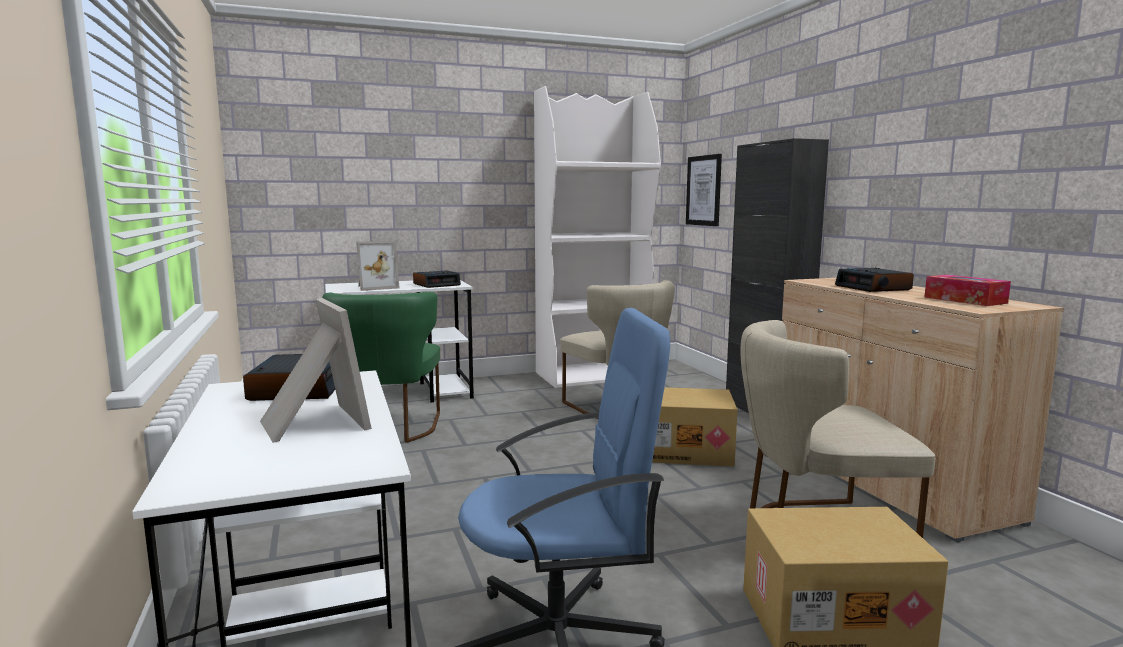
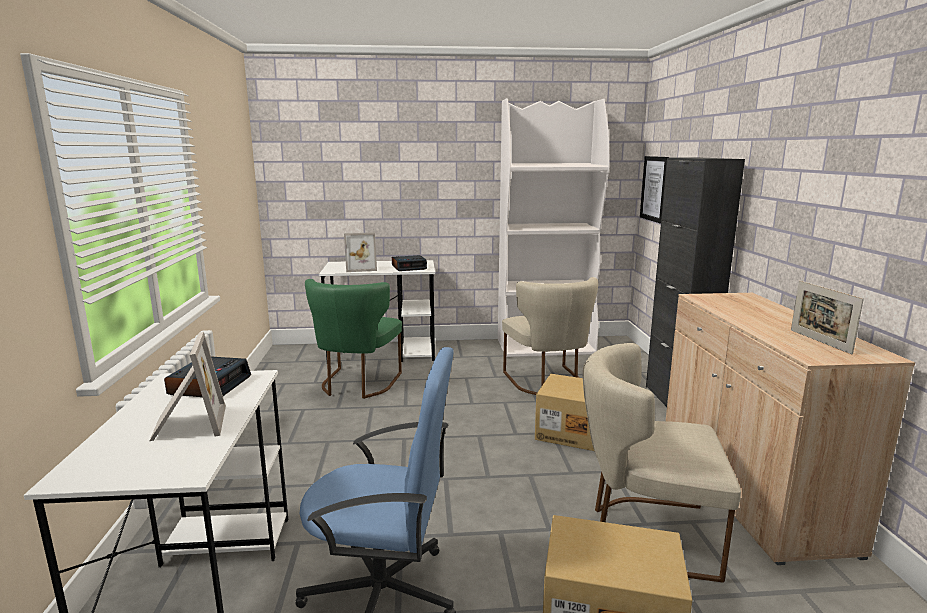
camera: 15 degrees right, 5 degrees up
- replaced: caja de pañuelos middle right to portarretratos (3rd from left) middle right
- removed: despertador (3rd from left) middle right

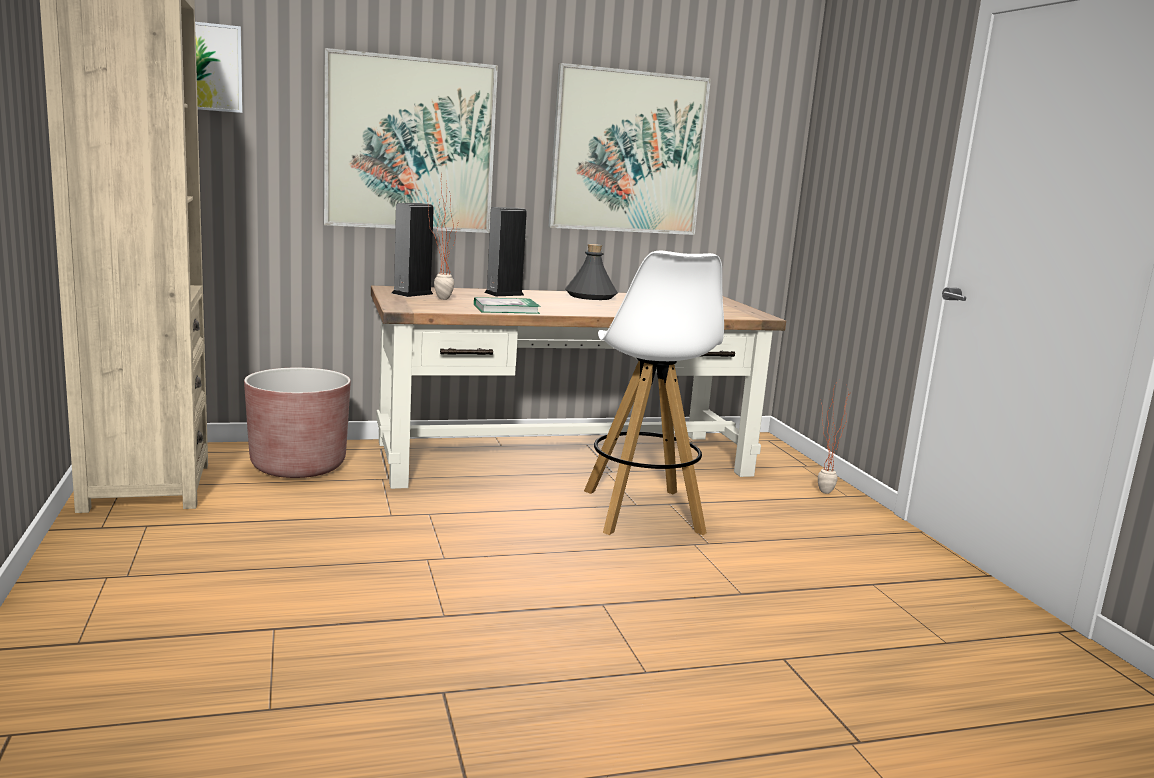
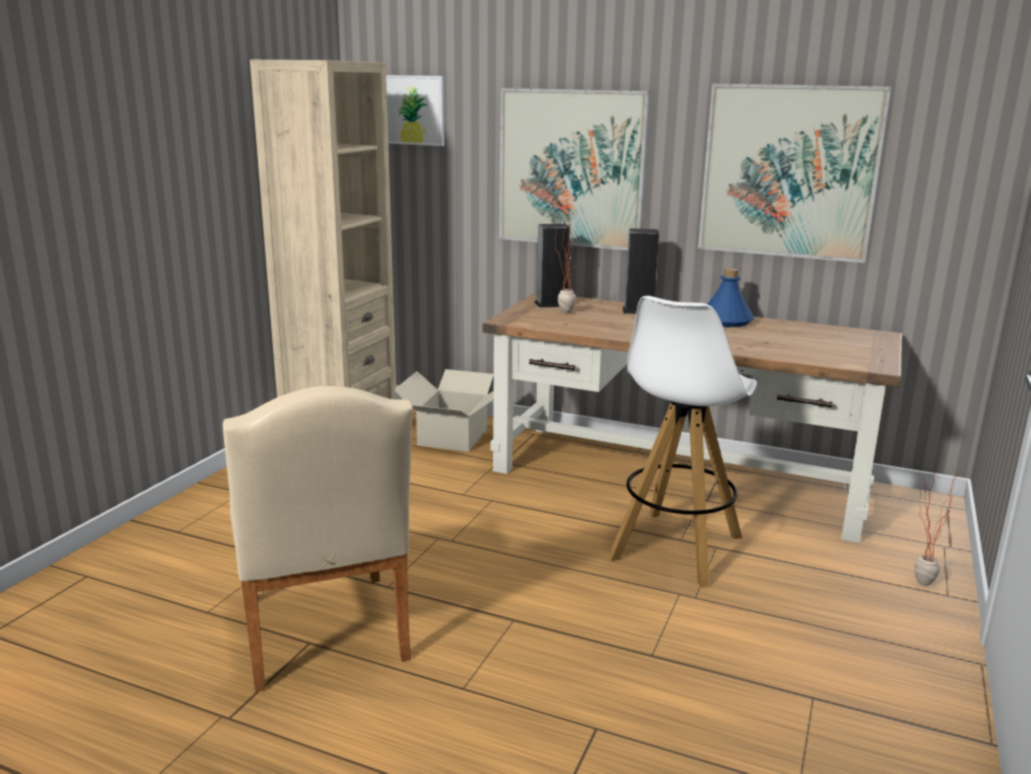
camera: 40 degrees right, 5 degrees up
- added: silla [beis] bottom left
- replaced: maceta [marrón] middle left to caja de cartón centre
- recoloured: botella [gris] centre to botella [azul] middle right
- removed: libro centre

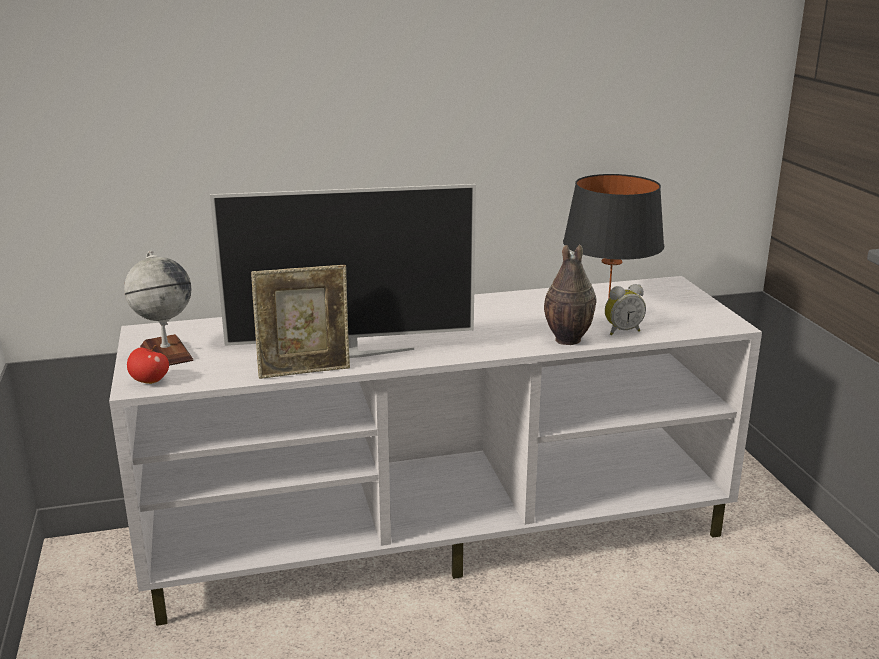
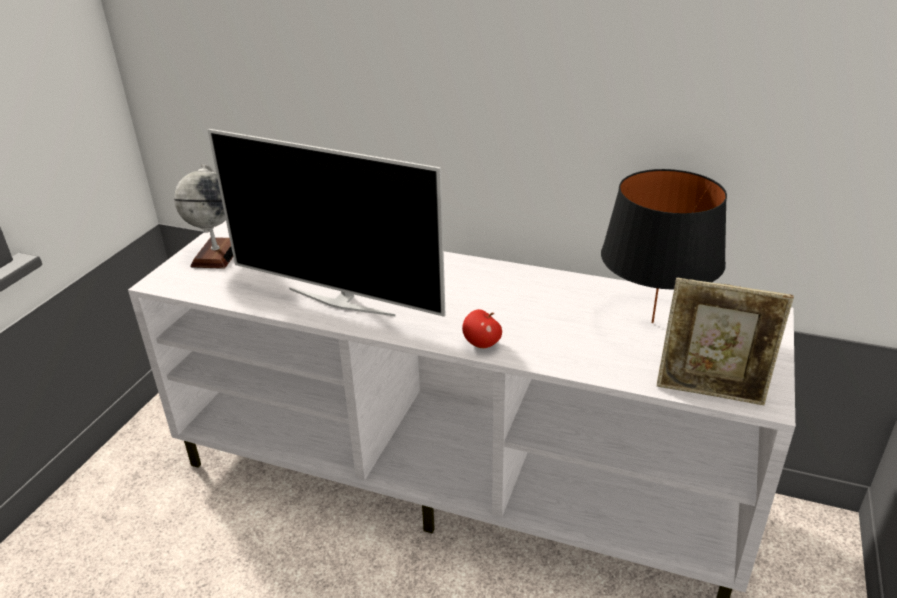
camera: 35 degrees right, 10 degrees up
- moved: manzana middle left to centre
- moved: portarretratos centre to middle right
- removed: florero centre
- removed: despertador middle right

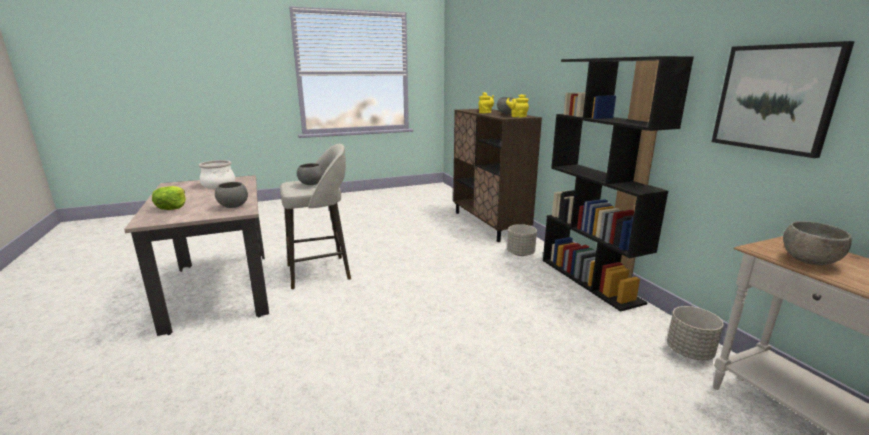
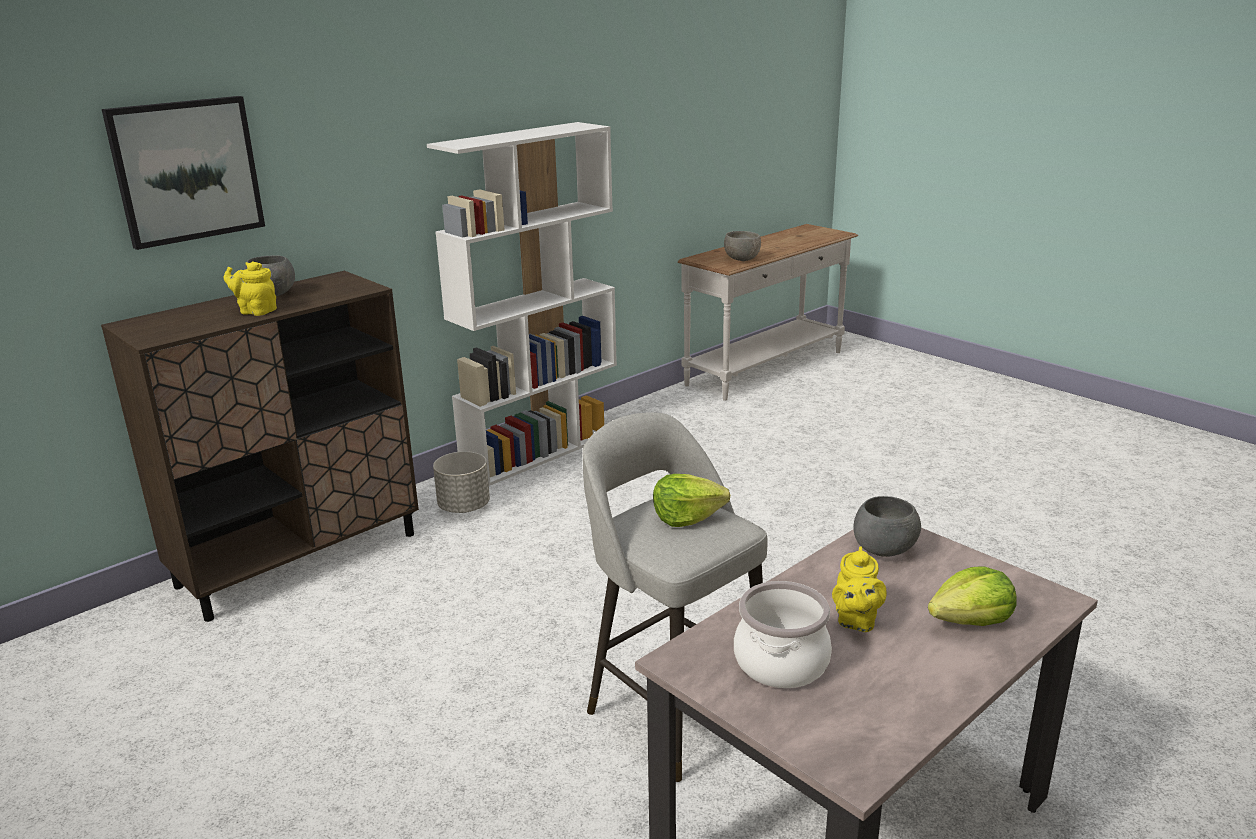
camera: 110 degrees left, 5 degrees up
- moved: cuadro top right to top left
- recoloured: estantería [negro] middle right to estantería [blanco] centre
- replaced: cuenco [gris] (2nd from left) centre to lechuga (1st from left) centre
- moved: tetera [amarillo] (2nd from left) top centre to bottom right
- removed: maceta [gris] (2nd from left) bottom right

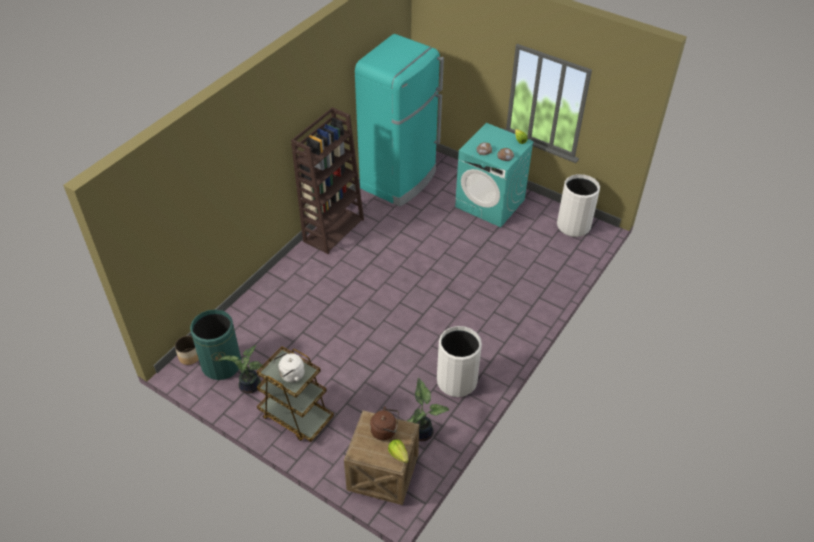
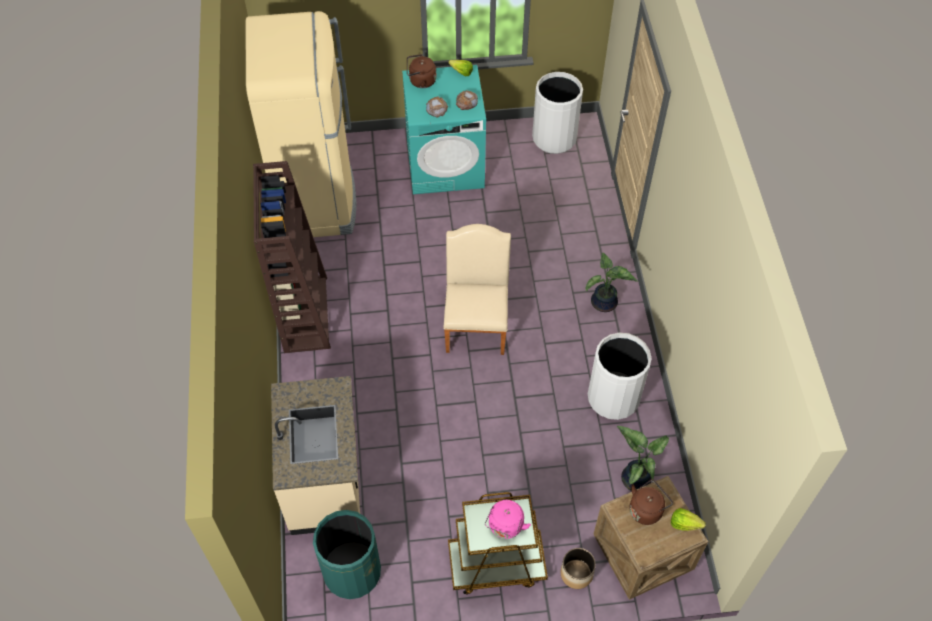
camera: 40 degrees left, 10 degrees up
- recoloured: nevera [turquesa] top centre to nevera [beis] top left
- added: mueble bajo de cocina [beis] bottom centre
- added: hervidor [marrón] (1st from left) top centre
- added: silla [beis] centre
- recoloured: hervidor [blanco] bottom centre to hervidor [rosa] bottom centre
- moved: maceta middle left to bottom centre
- moved: planta en maceta (1st from left) bottom left to centre

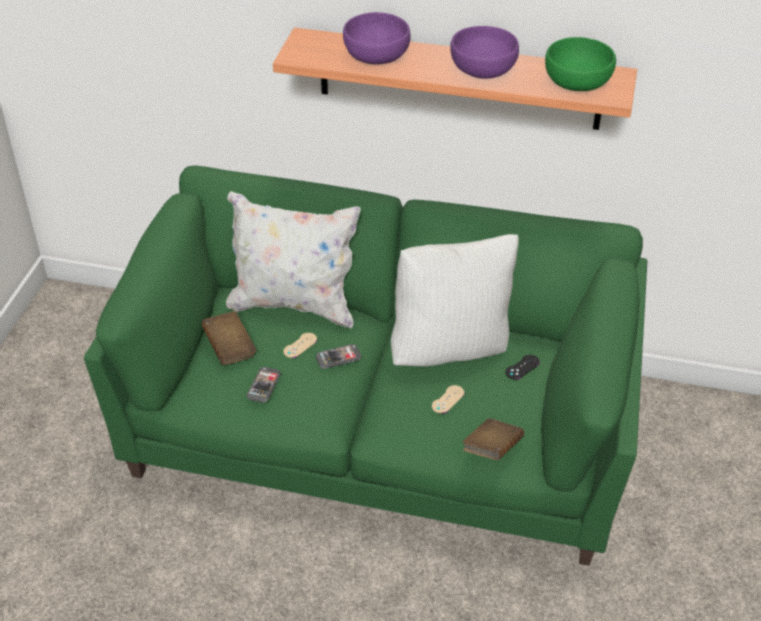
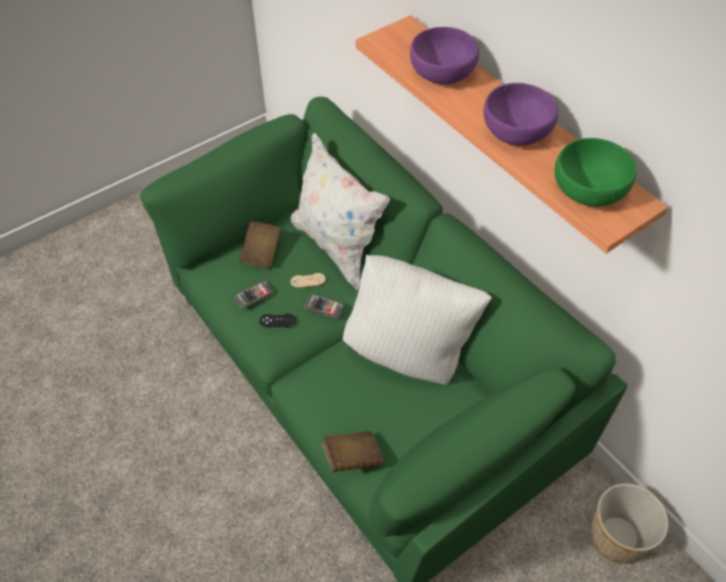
camera: 40 degrees right, 10 degrees up
- moved: mando de consola [negro] middle right to centre
- added: maceta bottom right
- removed: mando de consola [beis] (2nd from left) centre

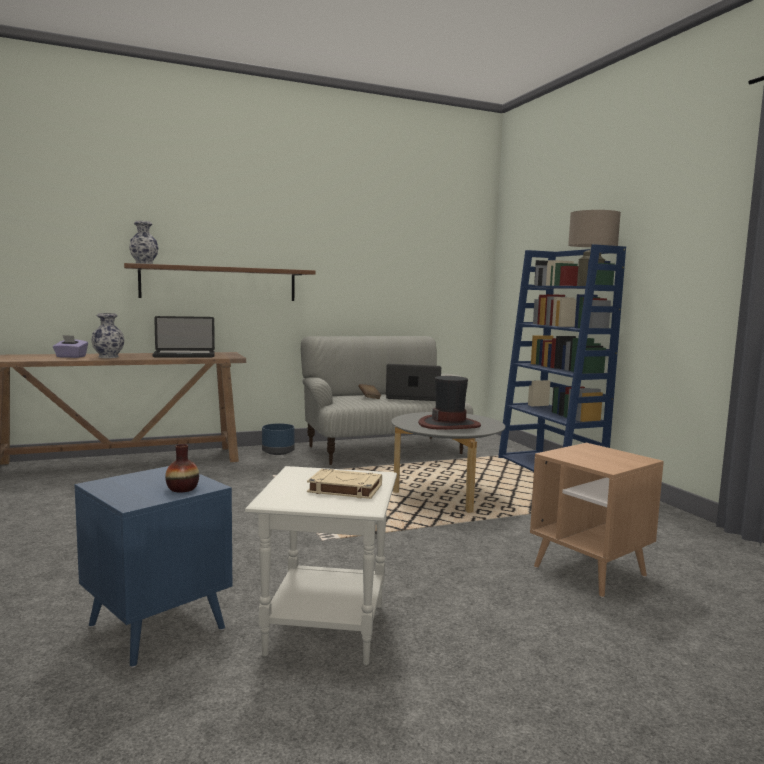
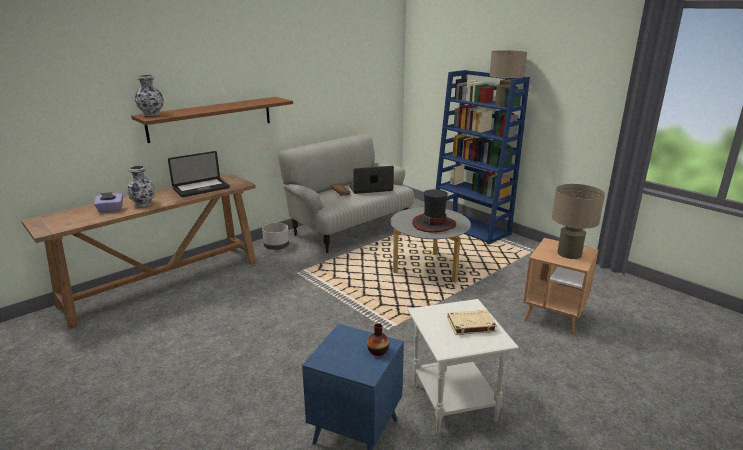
camera: 20 degrees left, 15 degrees up
- recoloured: maceta [azul] centre to maceta [gris] centre
- added: lámpara de mesa [beis] (2nd from left) middle right

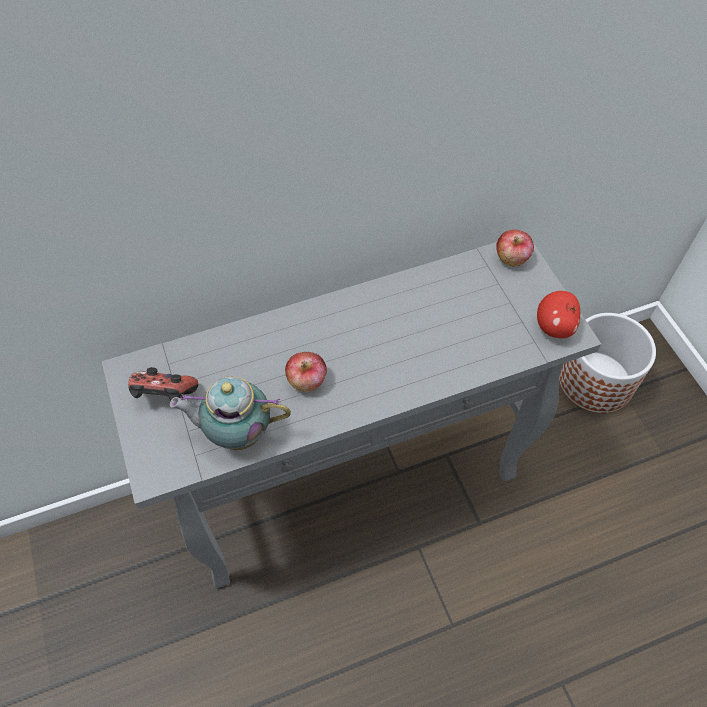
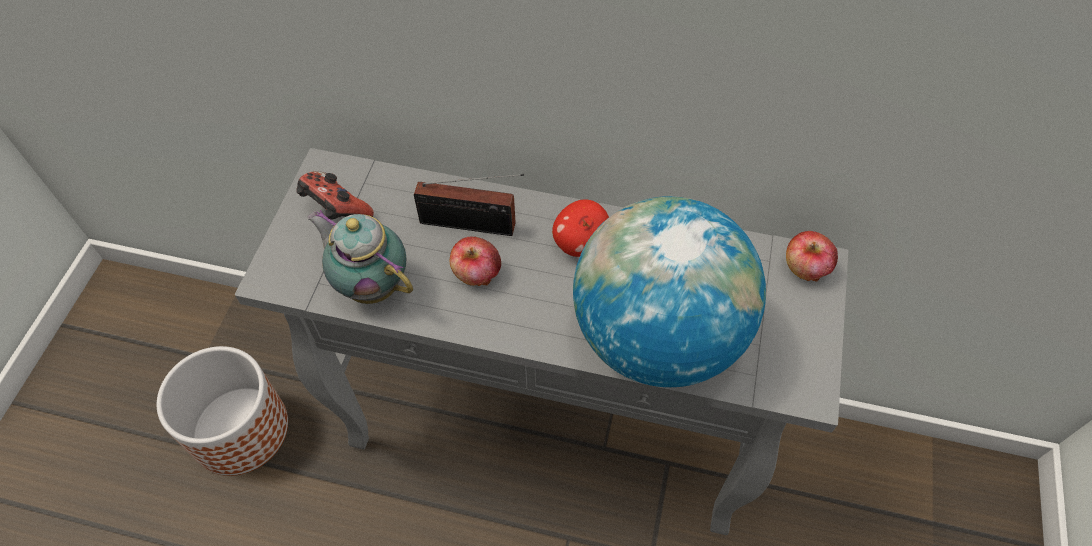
camera: 35 degrees right, 0 degrees up
- moved: maceta middle right to bottom left
- added: radio centre
- moved: manzana (3rd from left in the first image) middle right to manzana (2nd from left) centre
- added: globo terráqueo centre

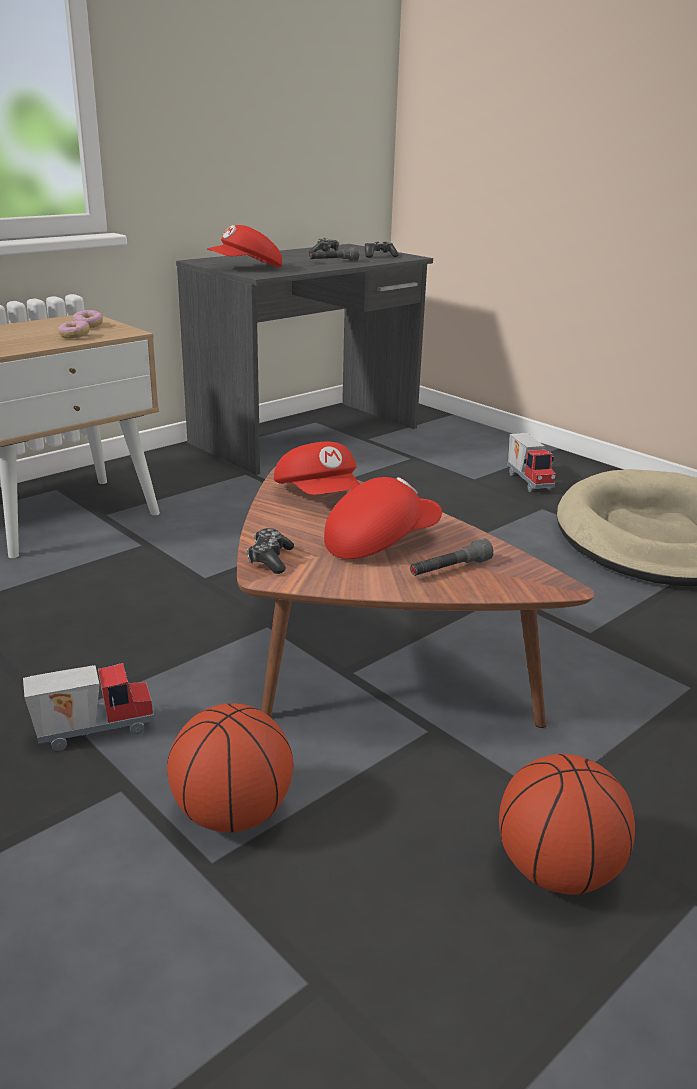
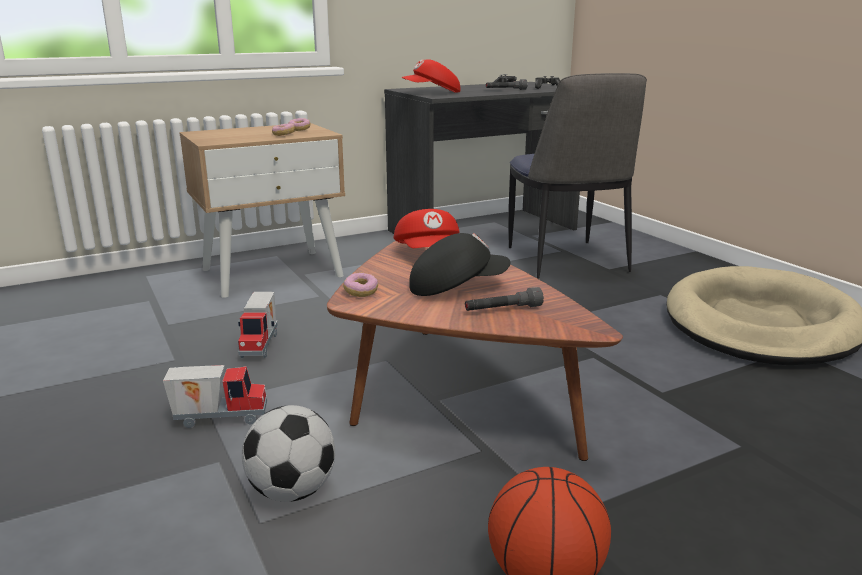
camera: 15 degrees right, 5 degrees down
- moved: camión de juguete (2nd from left) middle right to middle left
- replaced: balón de baloncesto (1st from left) bottom left to balón de fútbol bottom centre
- replaced: mando de consola (1st from left) centre to rosquilla (3rd from left) centre
- recoloured: gorra [rojo] (3rd from left) centre to gorra [negro] centre
- added: silla top right

